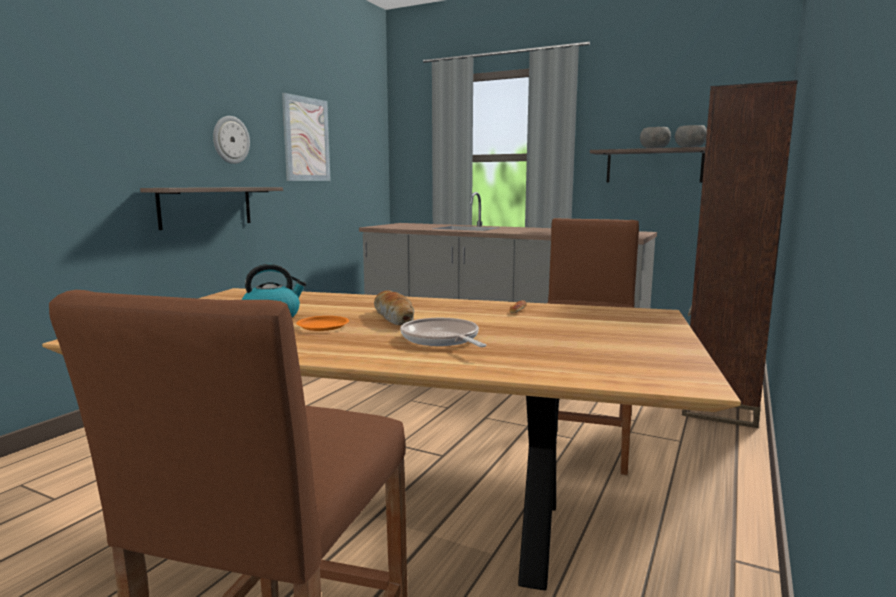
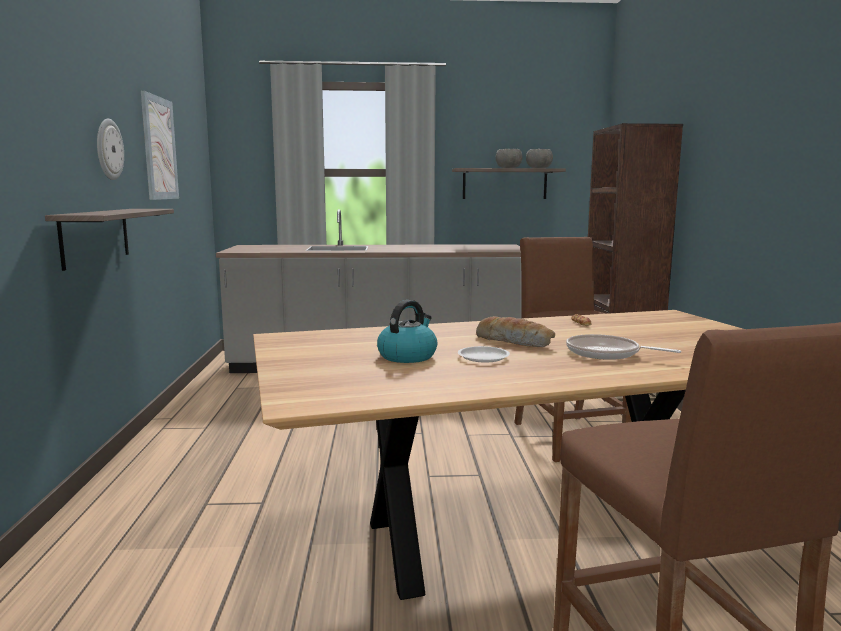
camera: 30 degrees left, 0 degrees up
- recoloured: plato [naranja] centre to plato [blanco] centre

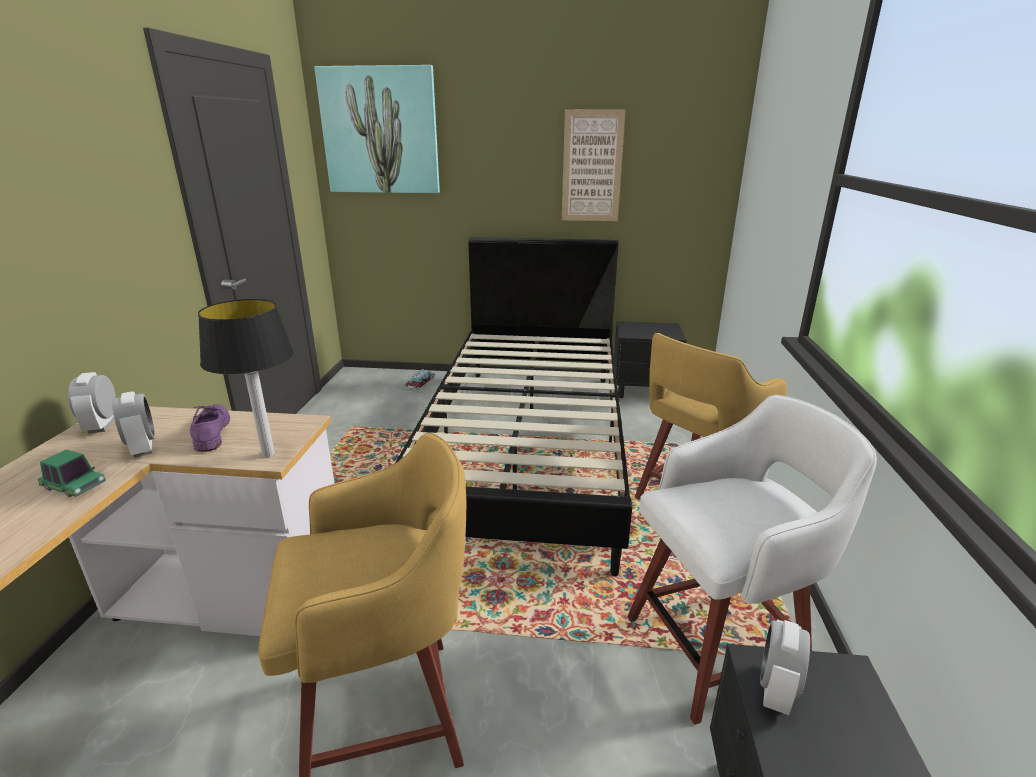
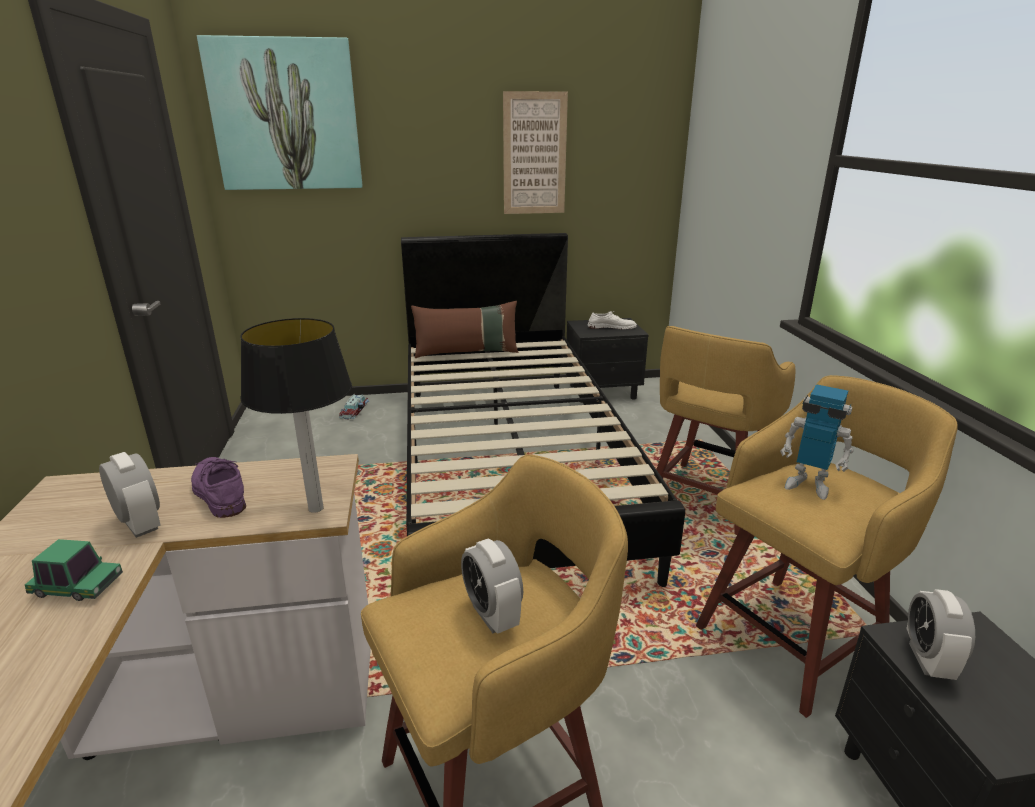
camera: 15 degrees left, 0 degrees up
- added: cojín [marrón] centre
- moved: despertador (1st from left in the first image) middle left to despertador (2nd from left) bottom centre
- added: zapato [blanco] centre
- recoloured: taburete [blanco] bottom right to taburete [amarillo] (3rd from left) bottom right
- added: robot de juguete middle right

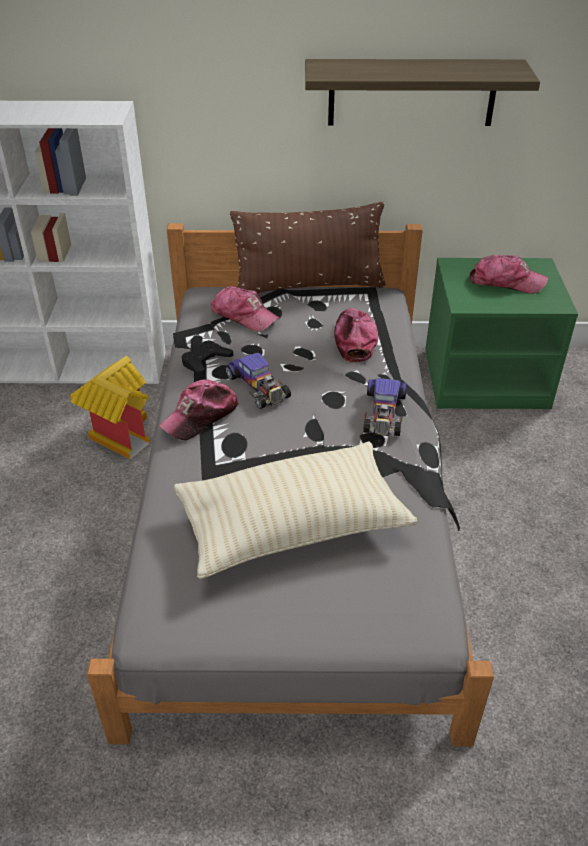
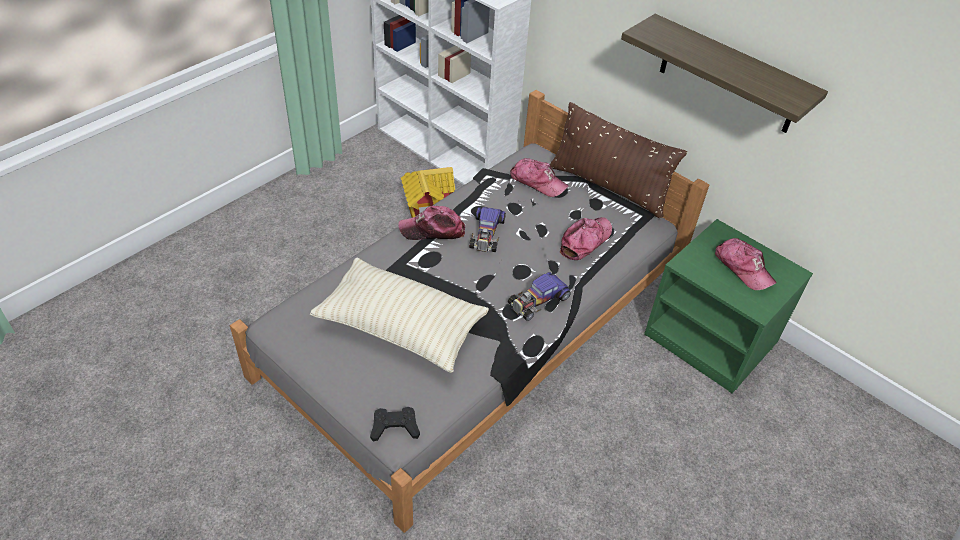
camera: 40 degrees right, 5 degrees up
- moved: mando de consola [negro] centre to bottom centre
- turned: gorra (2nd from left) centre = top centre 45 degrees counterclockwise

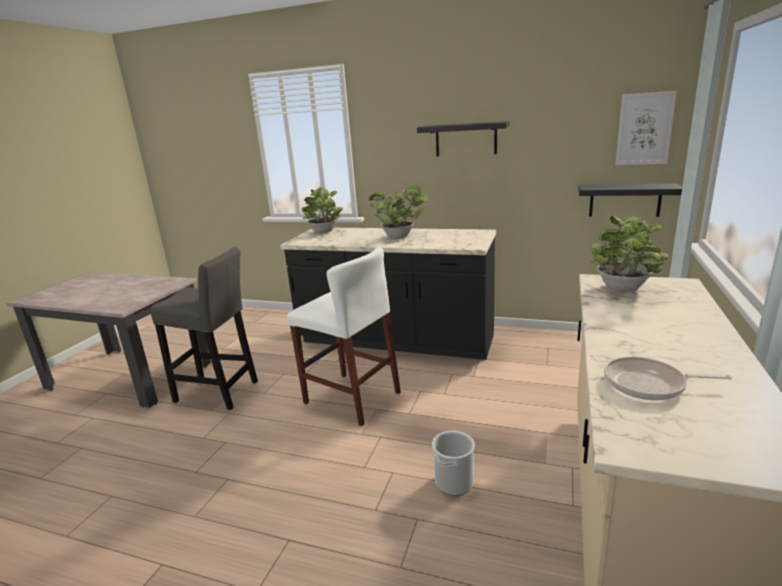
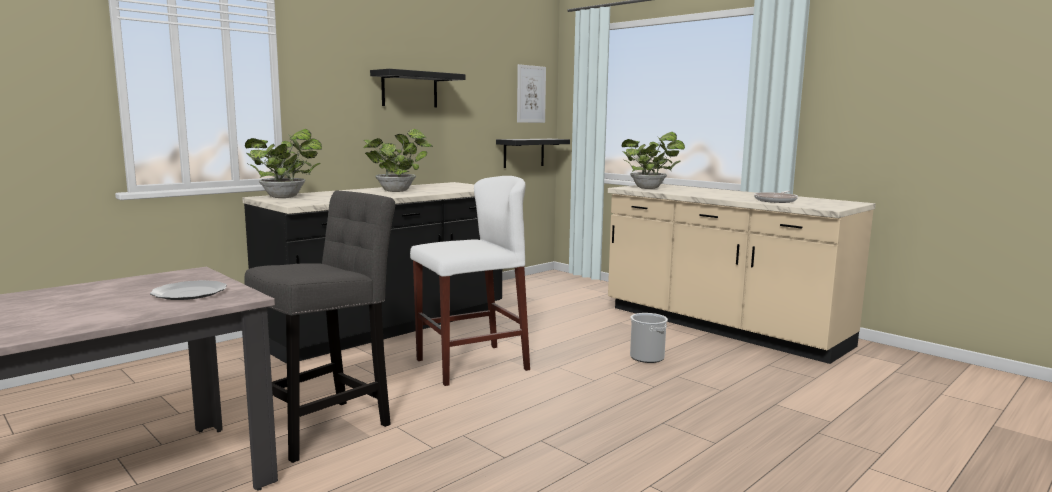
camera: 65 degrees left, 10 degrees down
- added: plato middle left

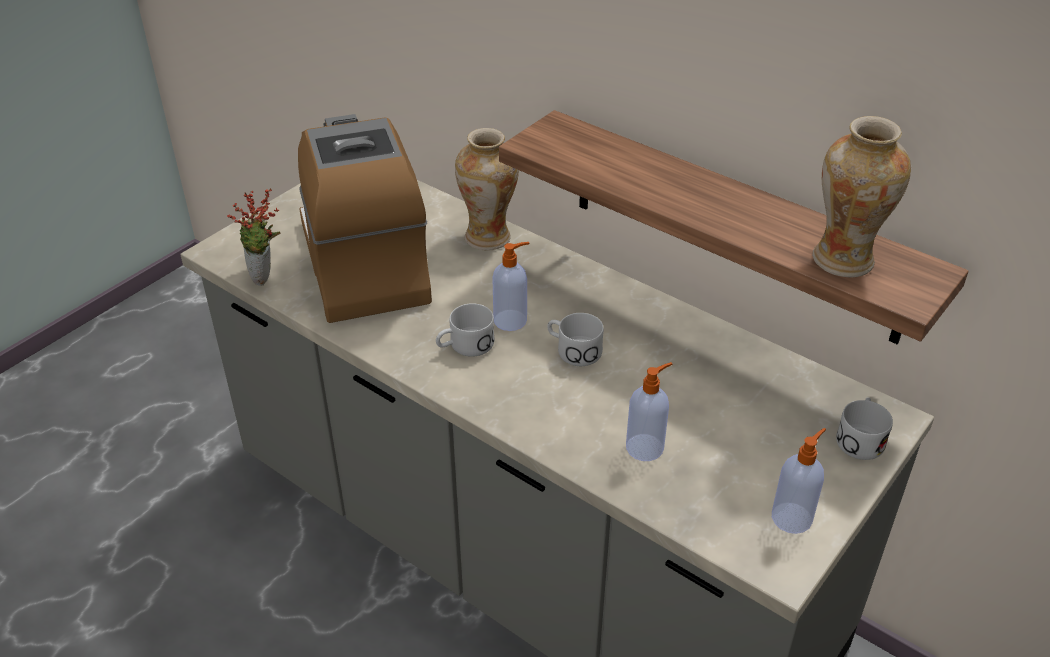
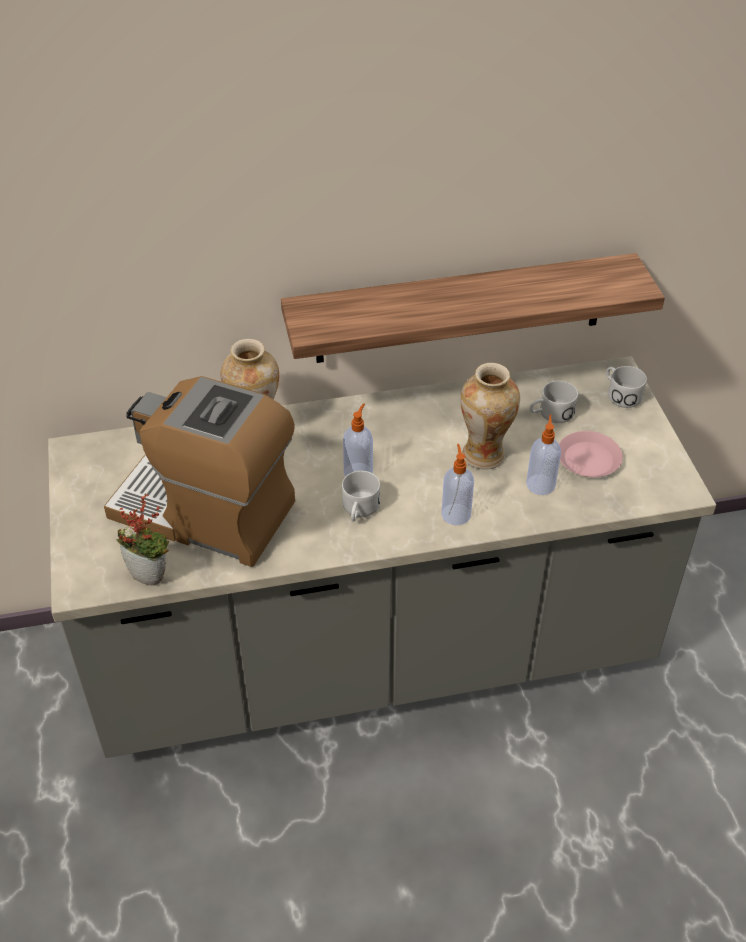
camera: 50 degrees left, 5 degrees up
- moved: dispensador de jabón (3rd from left in the first image) bottom right to dispensador de jabón (2nd from left) centre
- moved: florero (2nd from left) top right to centre
- moved: taza grande [blanco] (2nd from left) centre to middle right
- added: plato [rosa] middle right

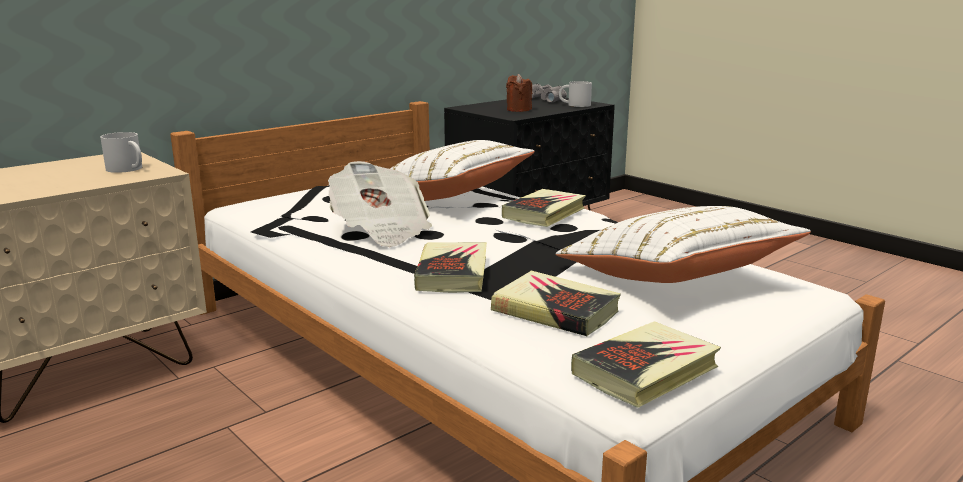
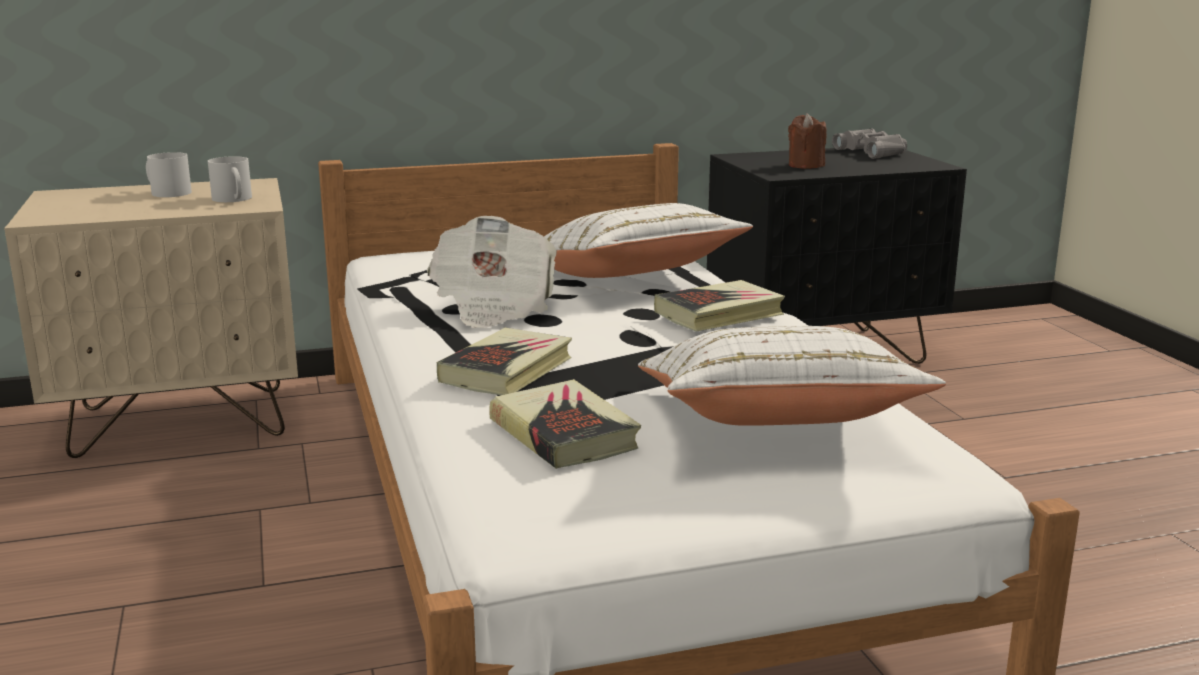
camera: 25 degrees right, 0 degrees up
- moved: taza grande [blanco] (2nd from left in the first image) top centre to taza grande [blanco] (1st from left) top left
- removed: libro (4th from left) bottom right

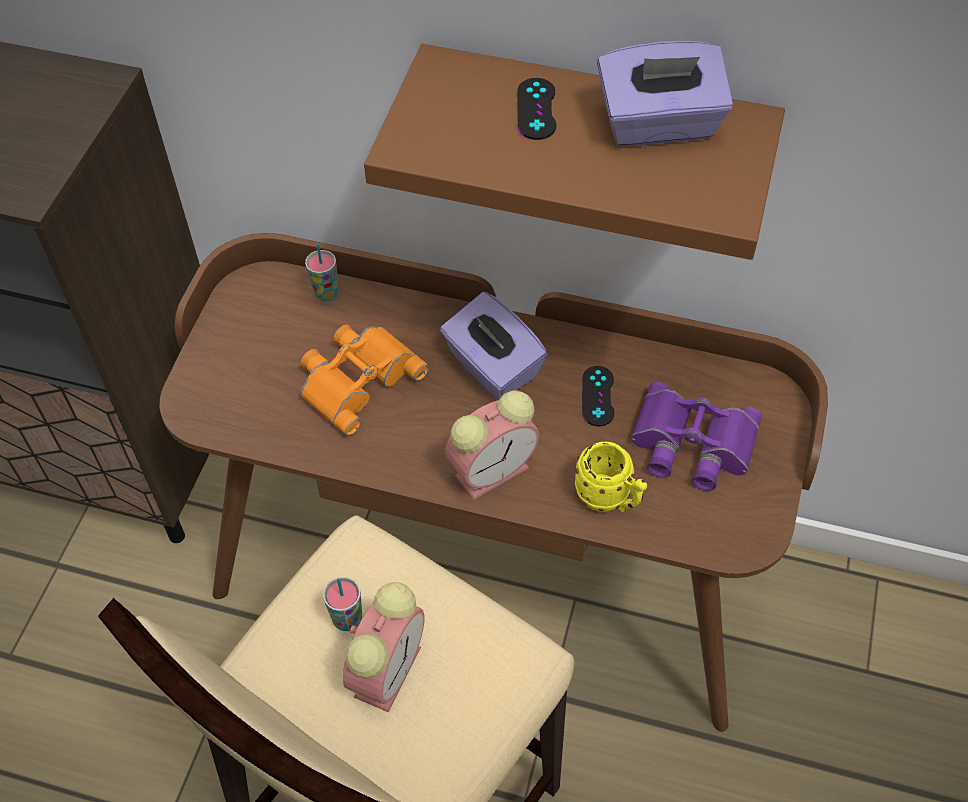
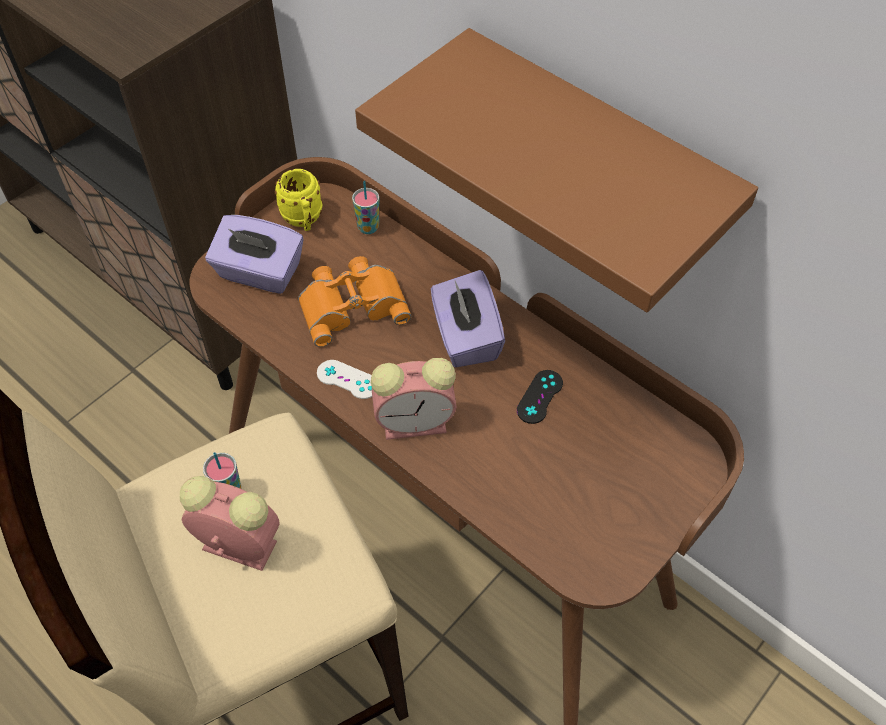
camera: 25 degrees right, 0 degrees up
- turned: despertador (1st from left) bottom centre = bottom left 120 degrees counterclockwise
- moved: caja de pañuelos [morado] (2nd from left in the first image) top right to caja de pañuelos [morado] (1st from left) middle left
- moved: taza grande [amarillo] centre to top centre
- added: mando de consola [blanco] centre
- removed: mando de consola [negro] (1st from left) top centre
- removed: prismáticos [morado] middle right

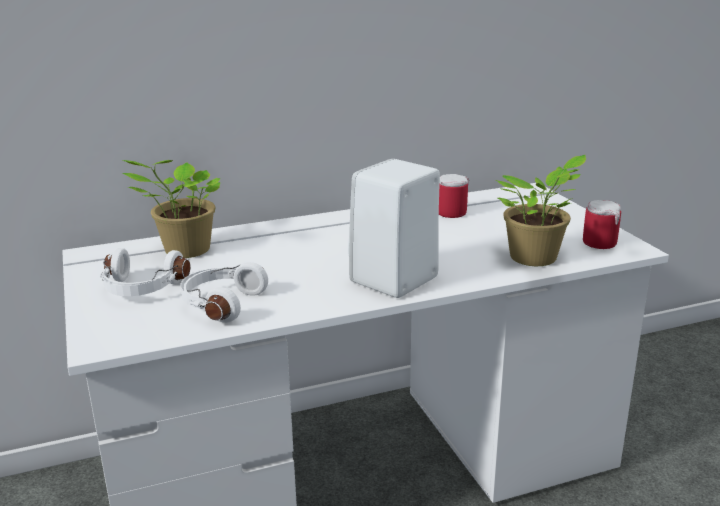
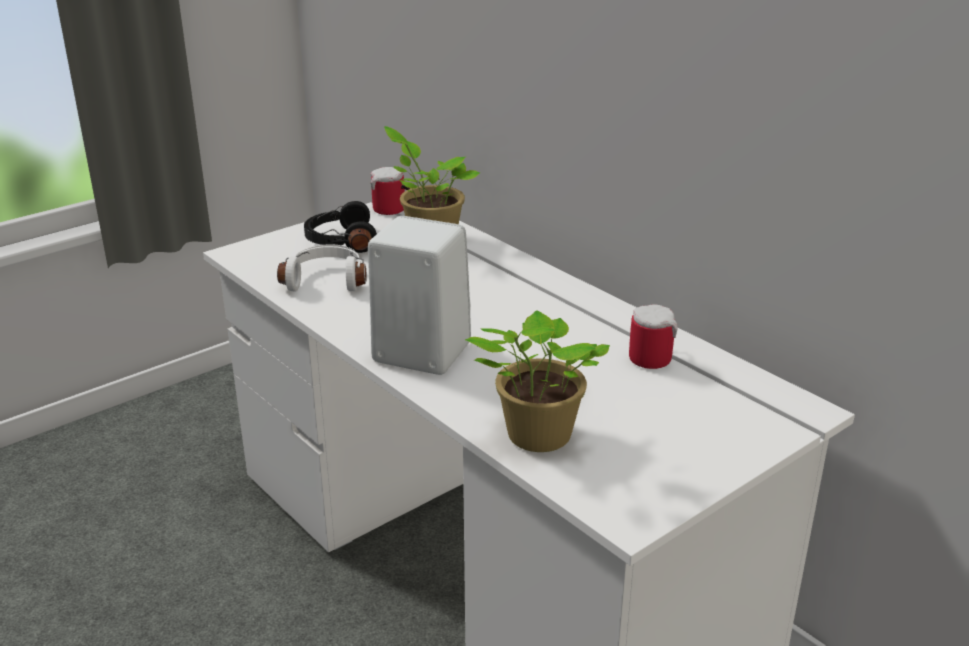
camera: 70 degrees right, 5 degrees up
- recoloured: auriculares [blanco] (1st from left) middle left to auriculares [negro] centre
- moved: taza grande (2nd from left in the first image) middle right to taza grande (1st from left) top centre

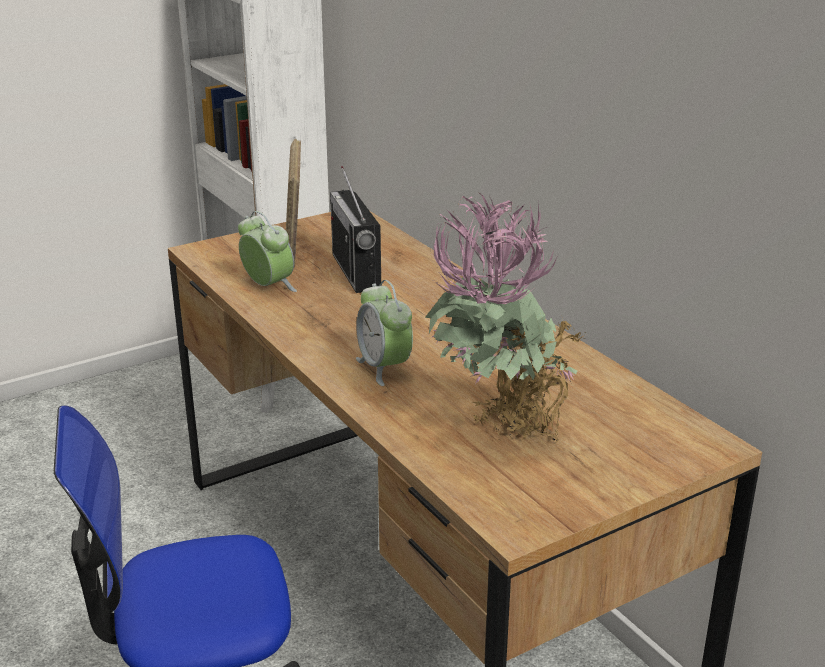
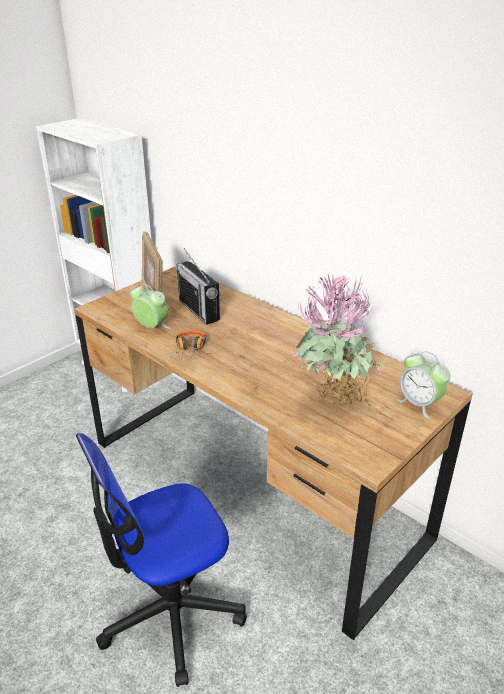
camera: 15 degrees left, 5 degrees up
- added: auriculares centre
- moved: despertador (2nd from left) centre to middle right

